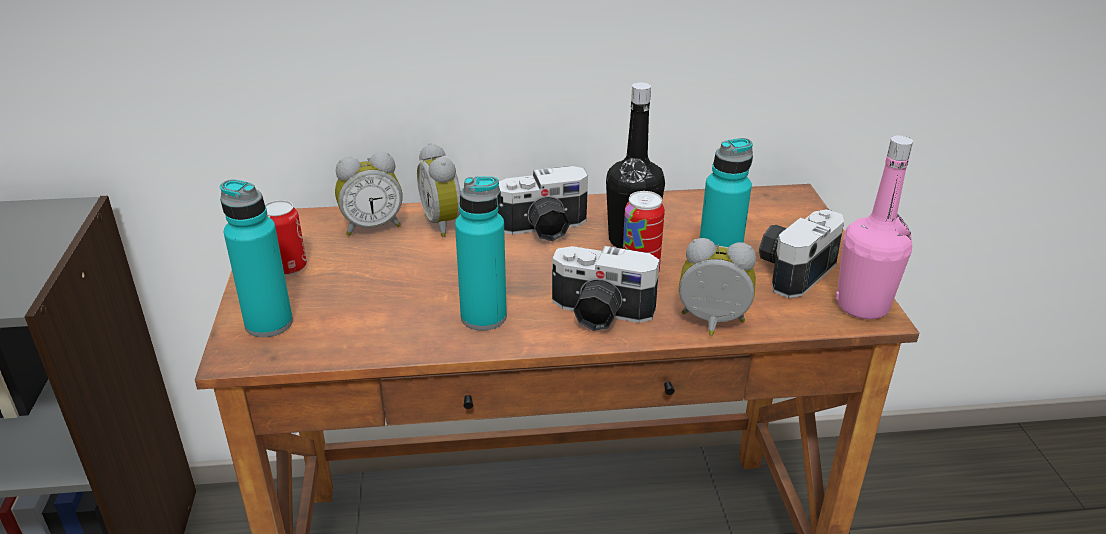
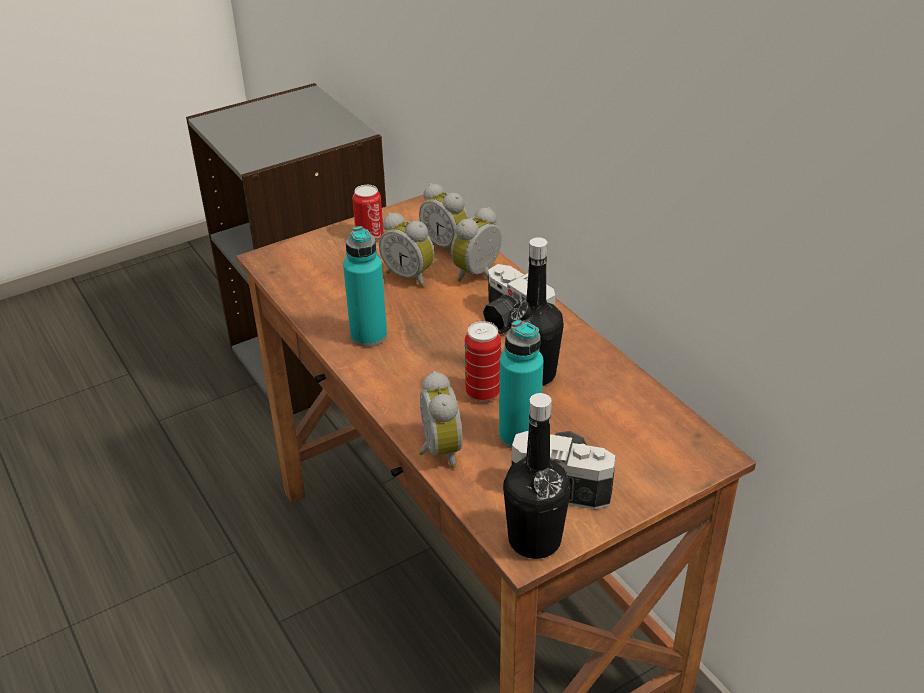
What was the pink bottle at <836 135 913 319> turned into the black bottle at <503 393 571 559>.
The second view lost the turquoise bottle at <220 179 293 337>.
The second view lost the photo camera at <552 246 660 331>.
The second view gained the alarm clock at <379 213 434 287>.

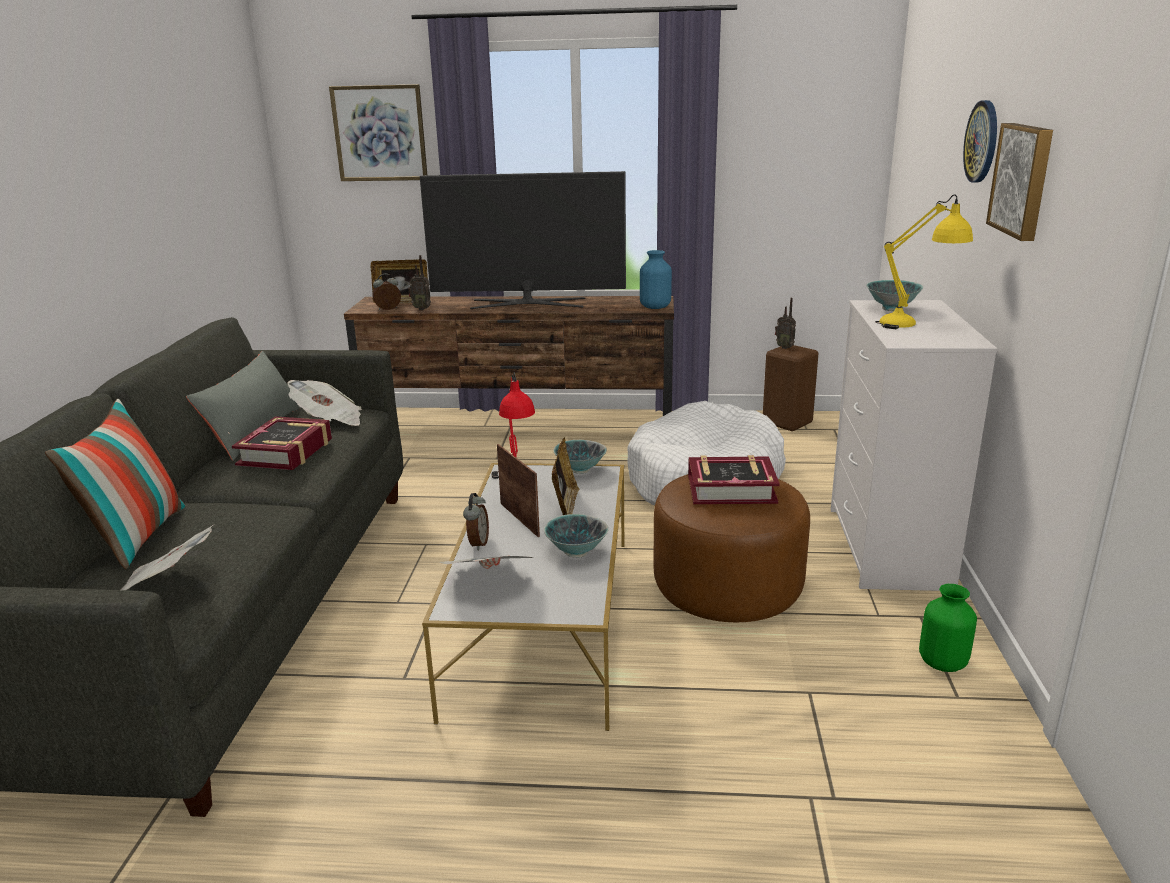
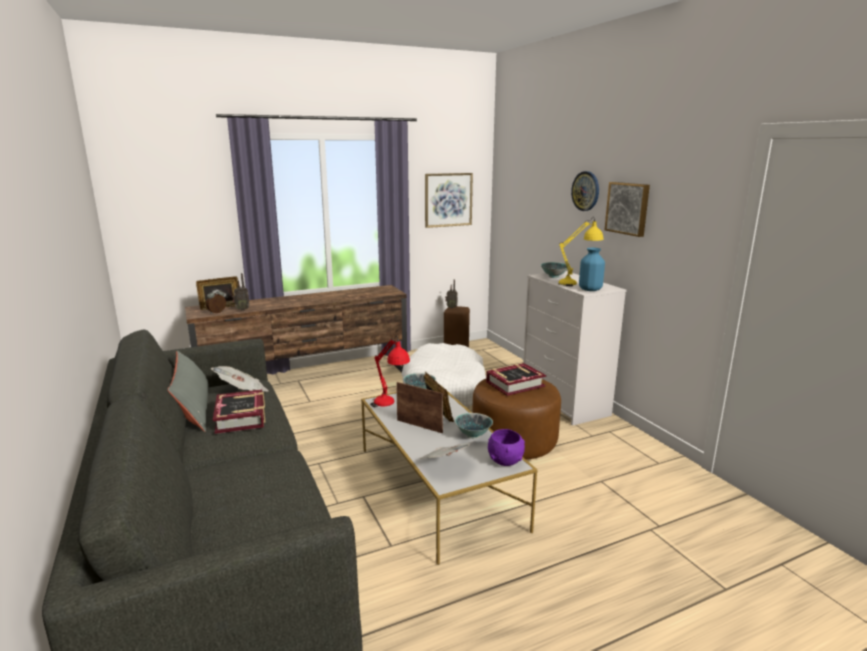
The picture ended up elsewhere, having gone from <329 84 427 181> to <425 173 473 228>.
The second view lost the television at <420 171 626 309>.
The blue vase ended up elsewhere, having gone from <640 250 672 309> to <579 248 605 291>.
The second view lost the pillow at <45 399 185 569>.
The second view lost the alarm clock at <463 493 489 550>.
The second view lost the newspaper at <120 524 215 590>.
The second view lost the green vase at <919 584 977 672>.
The second view gained the purple bowl at <488 429 525 466>.

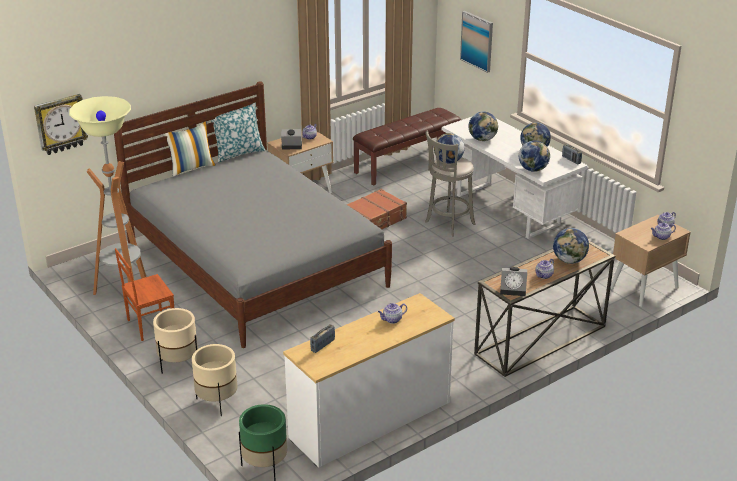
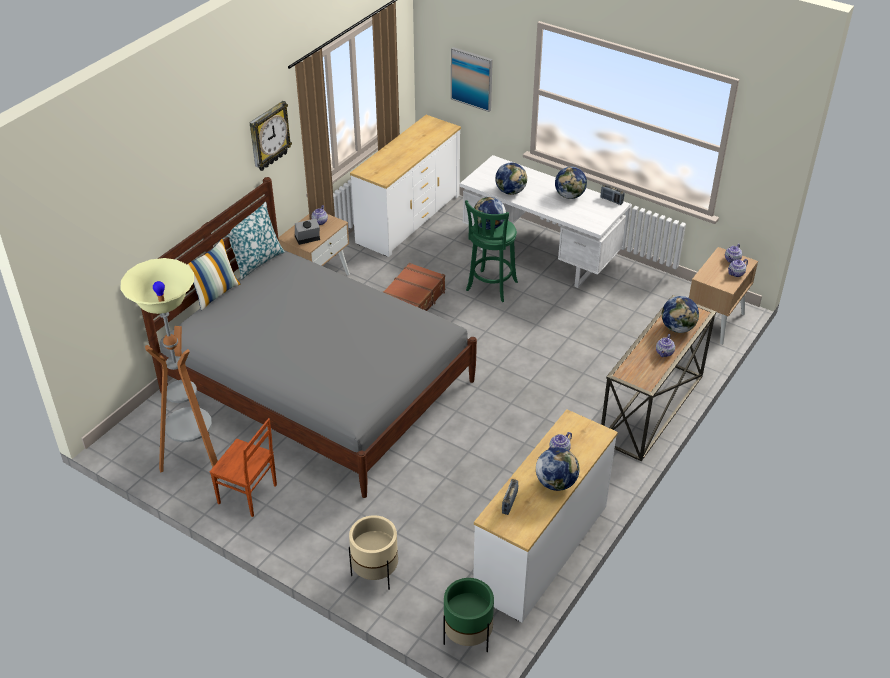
The wall clock ended up elsewhere, having gone from <34 94 88 155> to <250 101 292 171>.
Where the brown bench stood at <353 108 461 186>, the white dresser came to stand at <350 115 461 257>.
What was the grey stool at <425 131 475 236> turned into the green stool at <465 200 518 302>.
The globe ended up elsewhere, having gone from <519 141 550 172> to <536 447 580 491>.
The brown chair at <115 248 174 341> ended up facing another way, 105 degrees counterclockwise from before.
The second view lost the alarm clock at <500 267 527 296>.
The second view lost the beige planter at <153 308 198 374>.

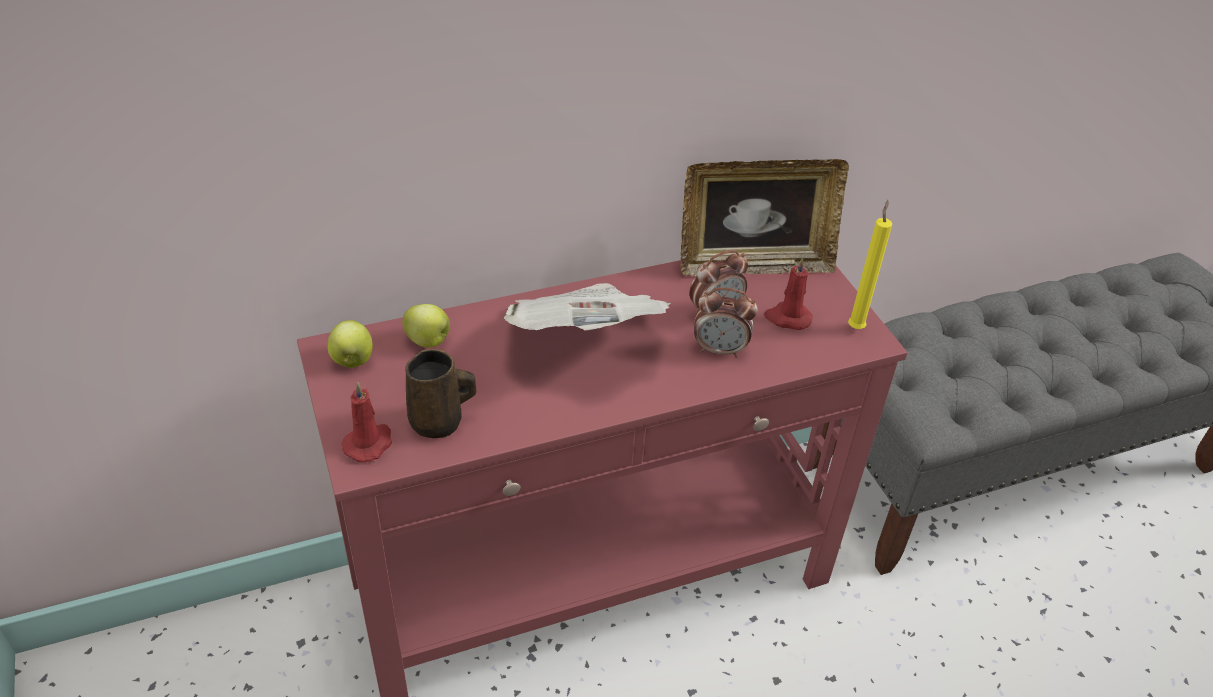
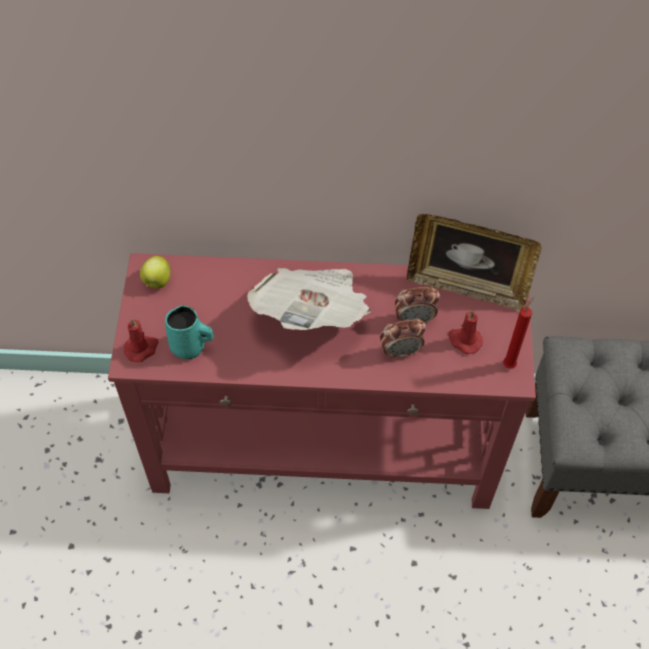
What was the yellow candle at <848 200 892 329> turned into the red candle at <503 297 535 369>.
The alarm clock at <694 287 758 358> ended up facing another way, 45 degrees counterclockwise from before.
The second view lost the apple at <402 304 450 347>.
What was the brown mug at <405 349 476 438> turned into the turquoise mug at <165 305 213 360>.

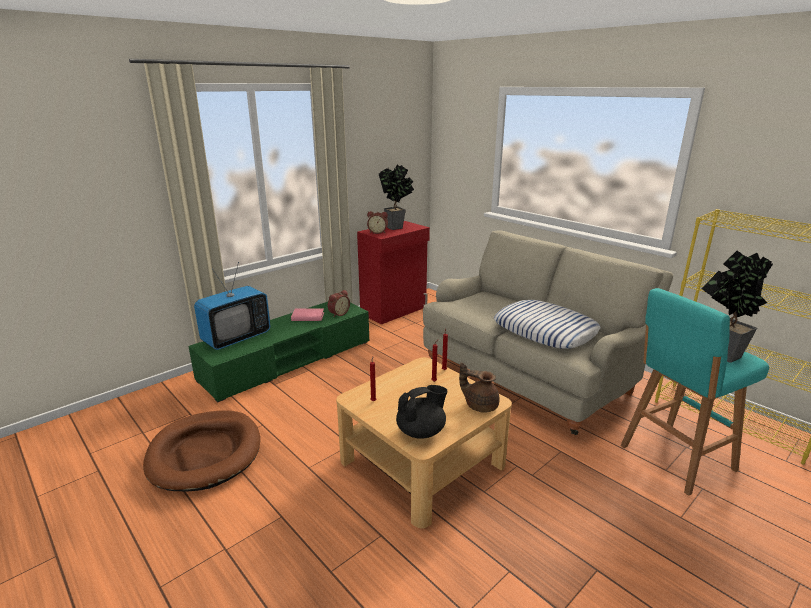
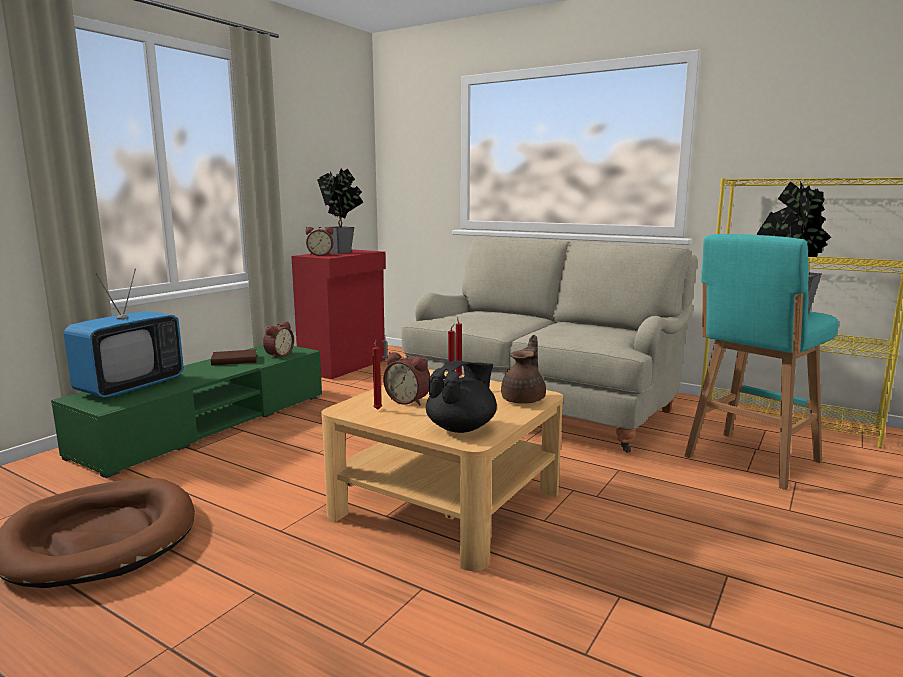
The second view lost the pillow at <494 300 601 349>.
What was the pink book at <291 308 324 321> turned into the brown book at <211 349 257 366>.
The brown teapot at <459 362 500 413> ended up facing another way, 105 degrees clockwise from before.
The second view gained the alarm clock at <383 352 430 406>.

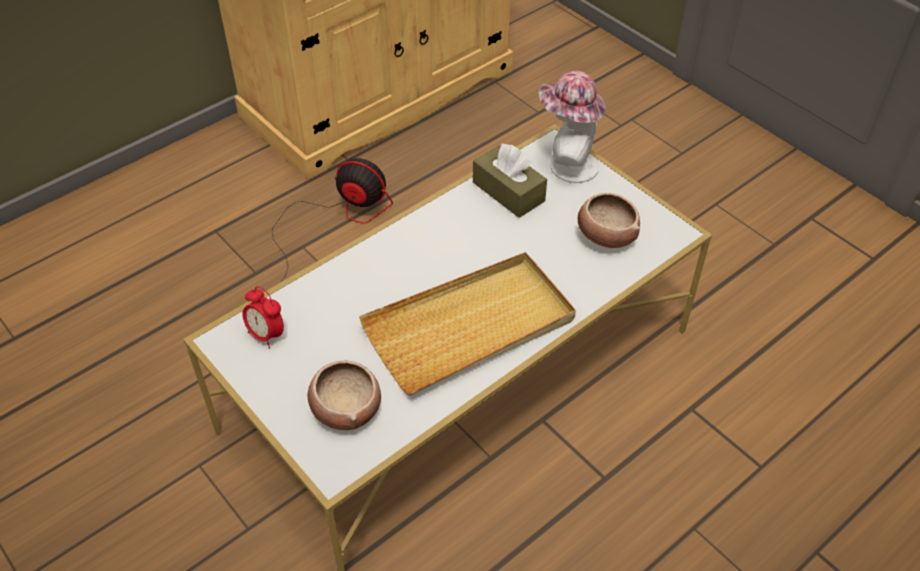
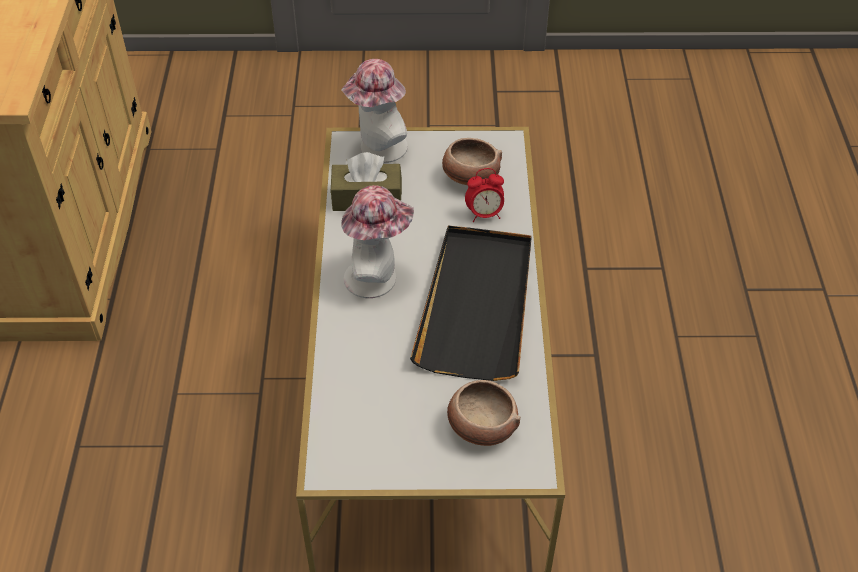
The second view lost the fan at <272 158 393 283>.
What was the beige tray at <359 252 576 396> turned into the black tray at <410 225 531 381>.
The alarm clock ended up elsewhere, having gone from <243 286 284 349> to <465 168 504 222>.
The second view gained the hat at <341 185 414 298>.

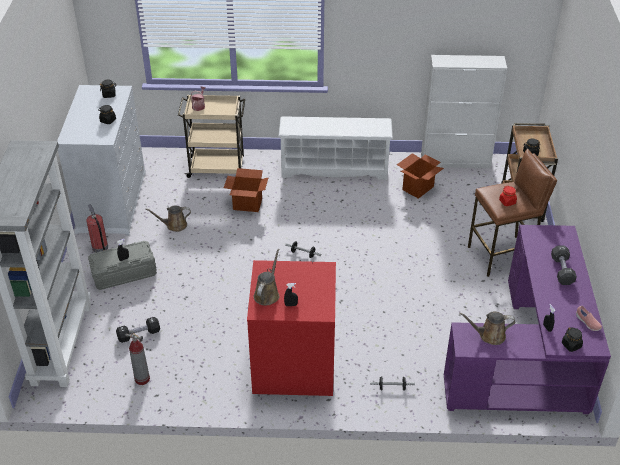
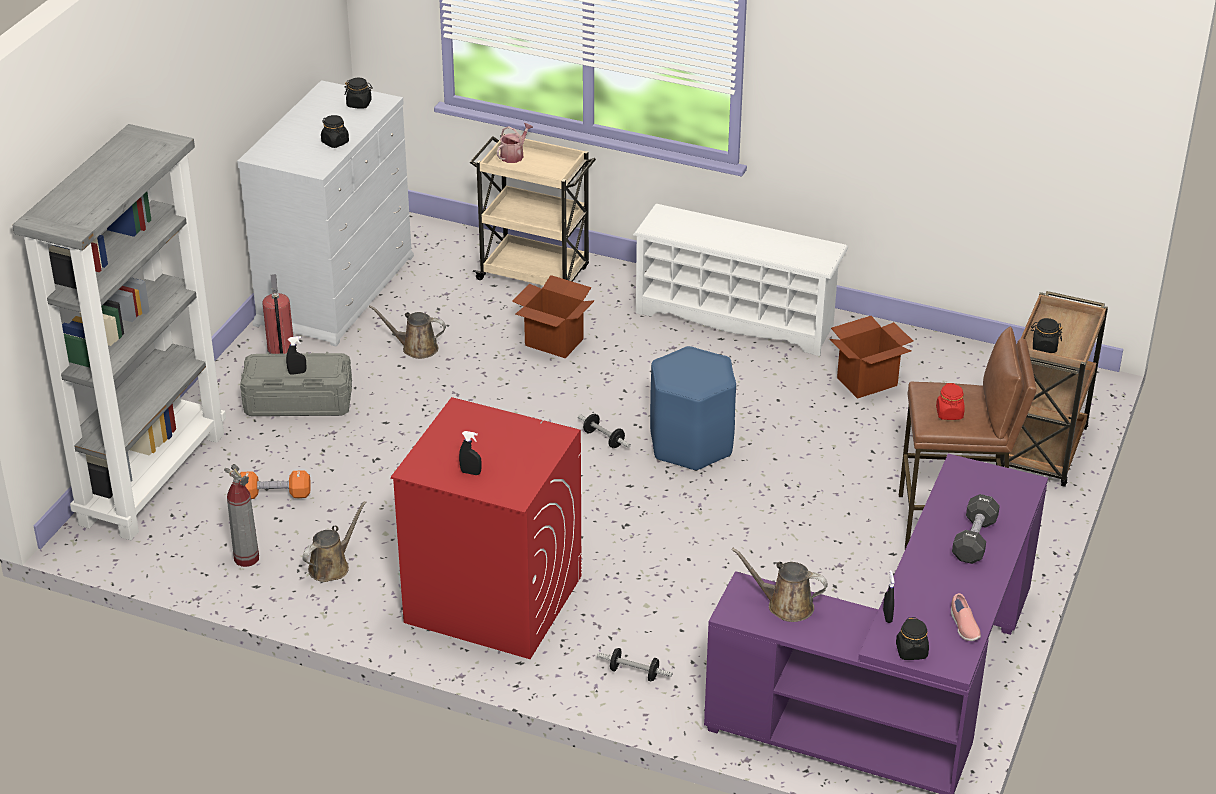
The second view lost the white cabinet at <421 55 507 168>.
The brown watering can ended up elsewhere, having gone from <254 249 279 306> to <303 501 367 582>.
What was the black dumbbell at <116 317 160 343> turned into the orange dumbbell at <240 470 311 499>.
The second view gained the blue stool at <650 346 736 471>.

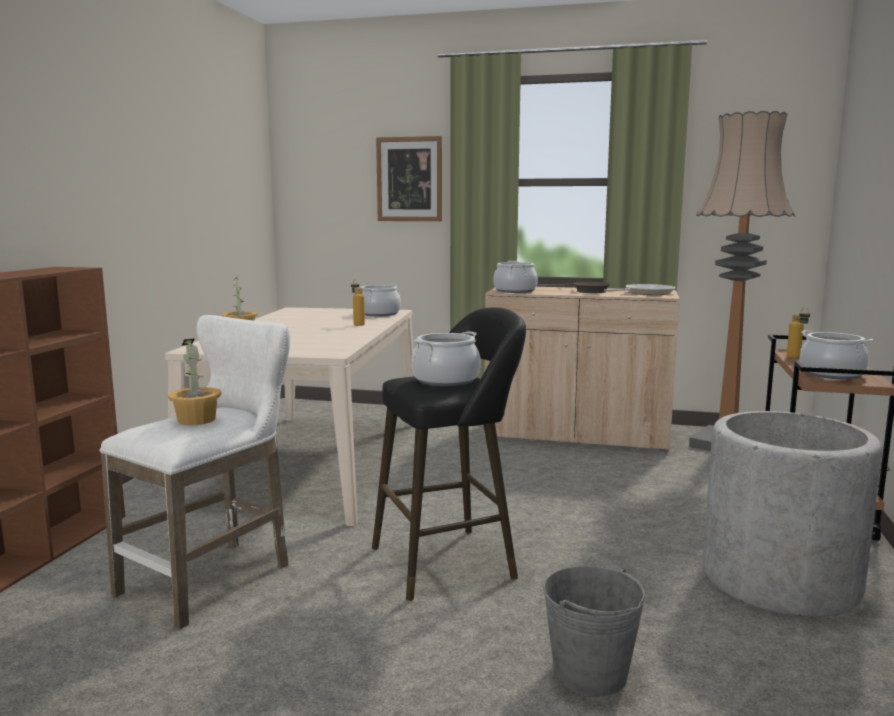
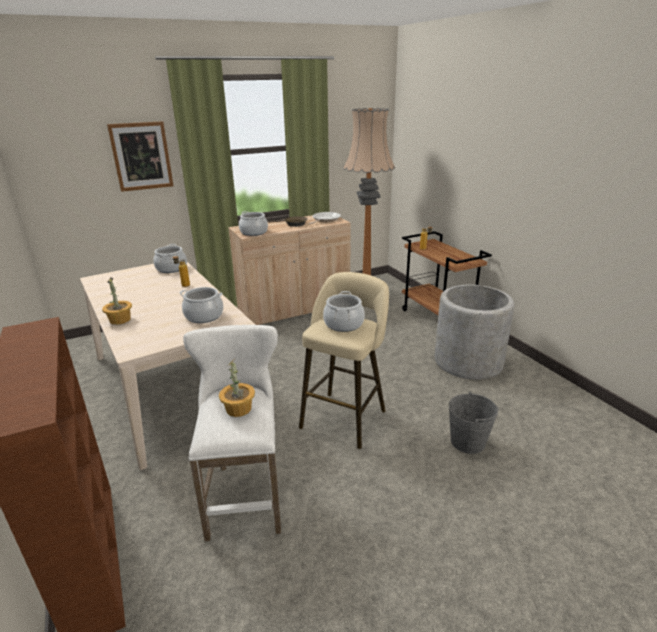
What was the black stool at <372 307 526 601> turned into the beige stool at <299 272 389 449>.
The cooking pot ended up elsewhere, having gone from <800 330 873 379> to <179 287 223 323>.

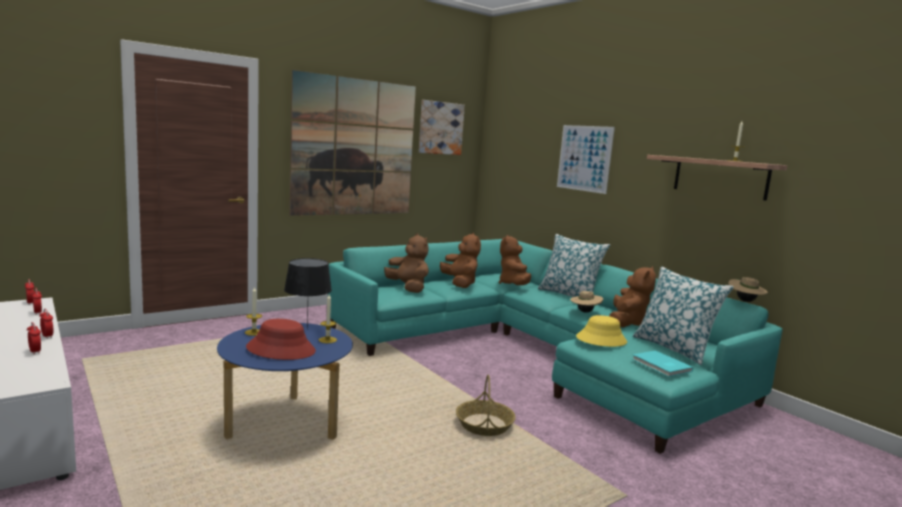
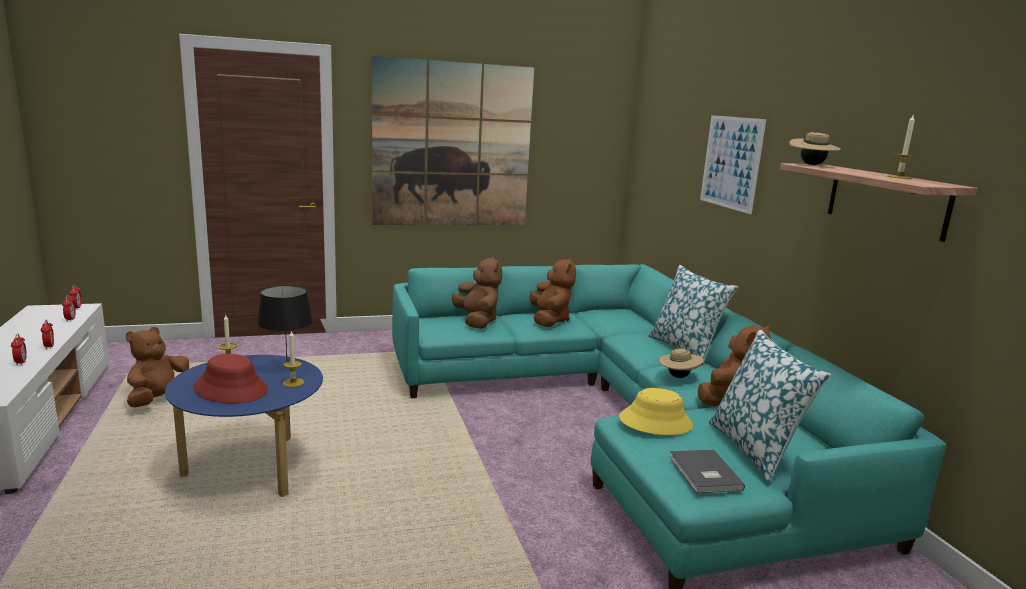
The second view lost the picture at <419 100 465 155>.
The brown plush toy ended up elsewhere, having gone from <499 235 531 285> to <126 327 189 407>.
The beige hat ended up elsewhere, having gone from <728 277 768 302> to <789 132 841 165>.
What was the turquoise book at <633 350 693 377> turned into the grey book at <670 450 745 493>.
The second view lost the basket at <456 375 516 436>.

